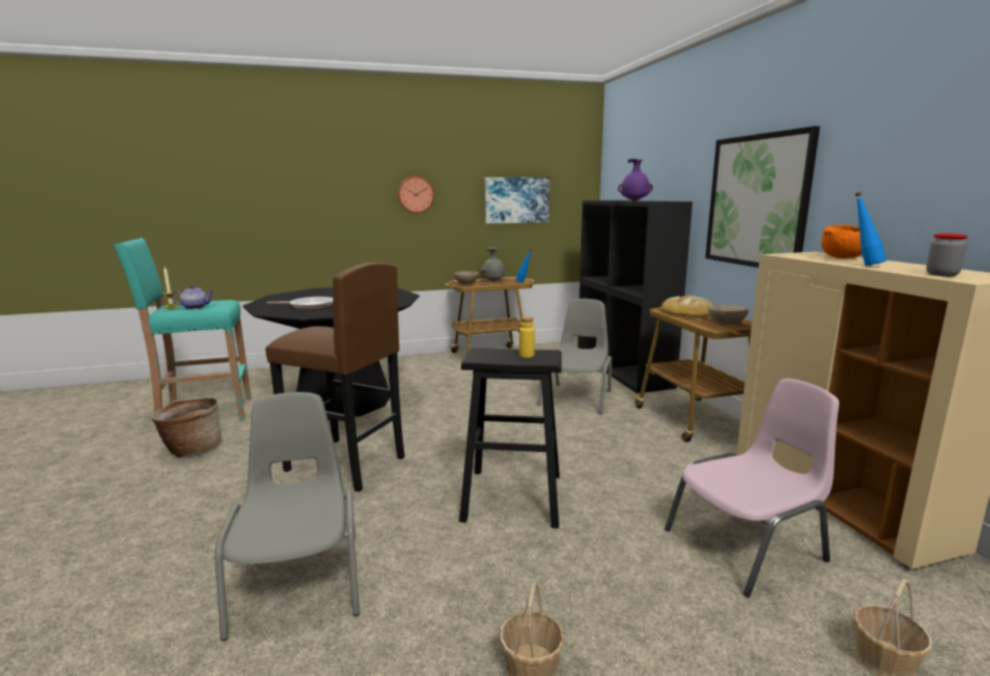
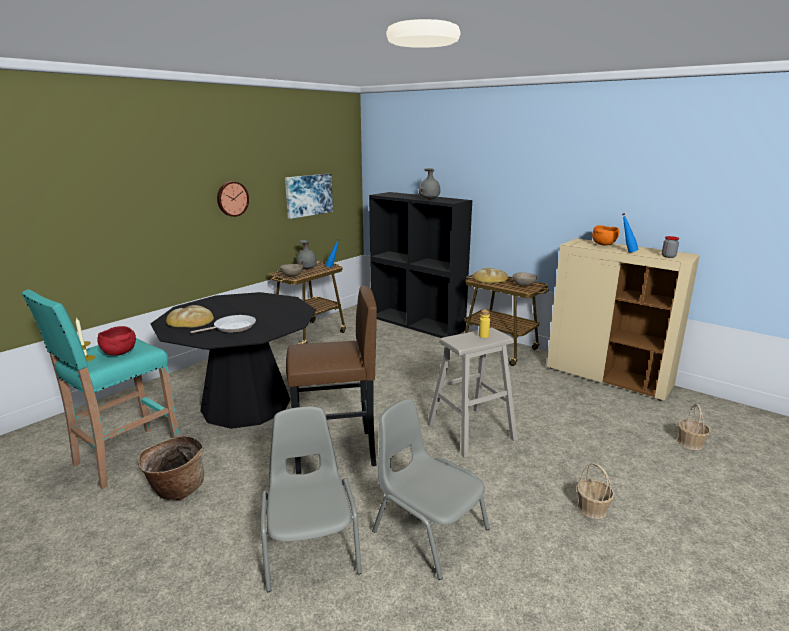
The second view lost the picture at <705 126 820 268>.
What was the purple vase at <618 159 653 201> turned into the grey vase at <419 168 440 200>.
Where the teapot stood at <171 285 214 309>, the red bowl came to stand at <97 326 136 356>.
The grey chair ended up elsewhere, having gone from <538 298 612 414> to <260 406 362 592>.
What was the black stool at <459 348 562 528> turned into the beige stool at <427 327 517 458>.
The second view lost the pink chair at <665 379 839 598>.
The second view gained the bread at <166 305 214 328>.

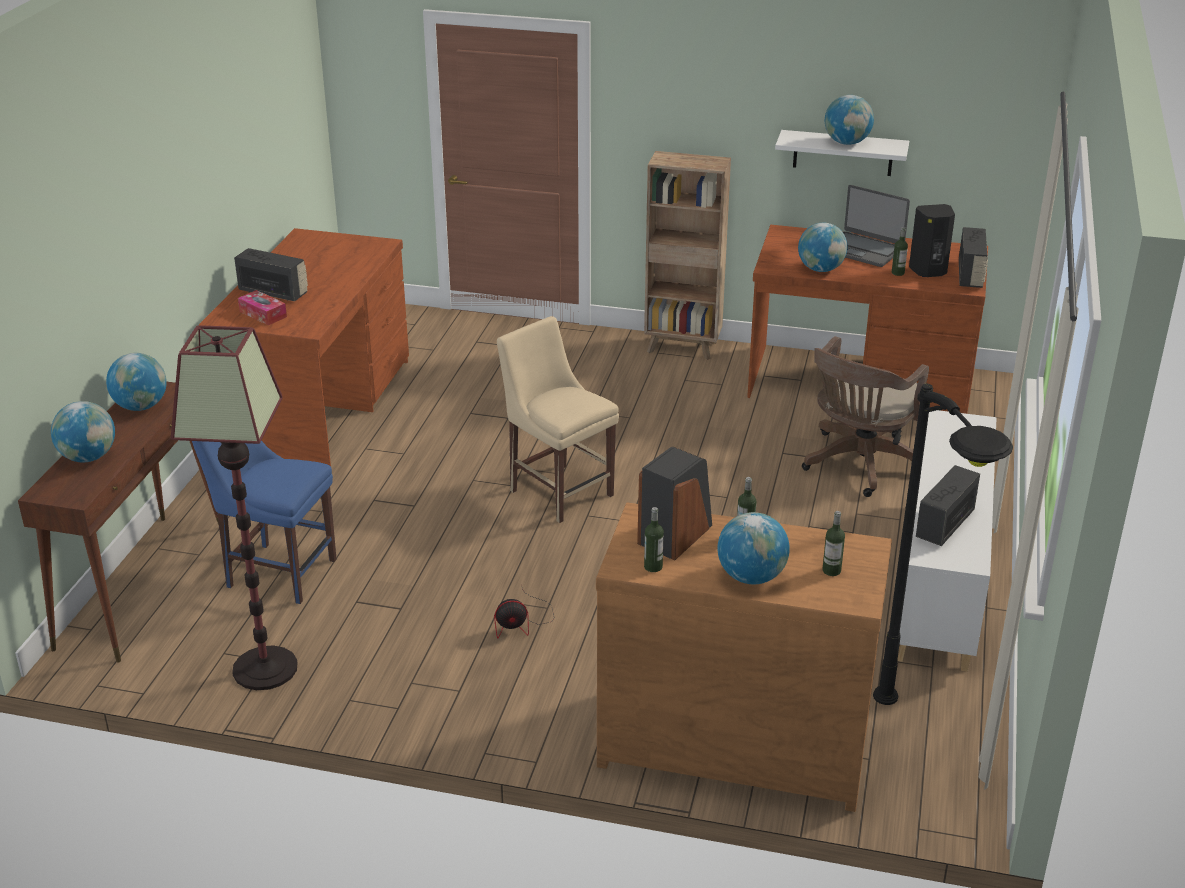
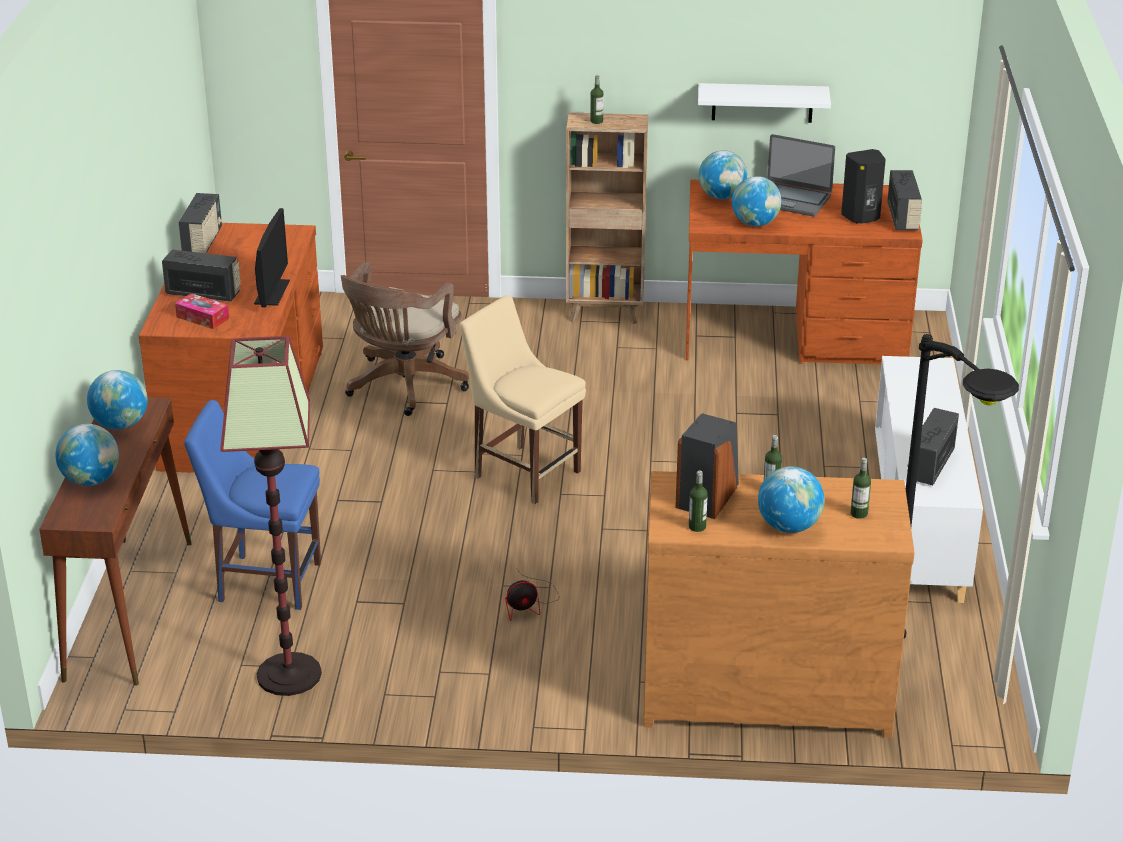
The globe ended up elsewhere, having gone from <825 95 874 145> to <699 150 747 199>.
The bottle ended up elsewhere, having gone from <892 227 908 276> to <590 75 604 124>.
The brown office chair ended up elsewhere, having gone from <802 336 929 497> to <341 262 469 416>.
The second view gained the radio at <179 193 223 253>.
The second view gained the monitor at <254 208 290 308>.

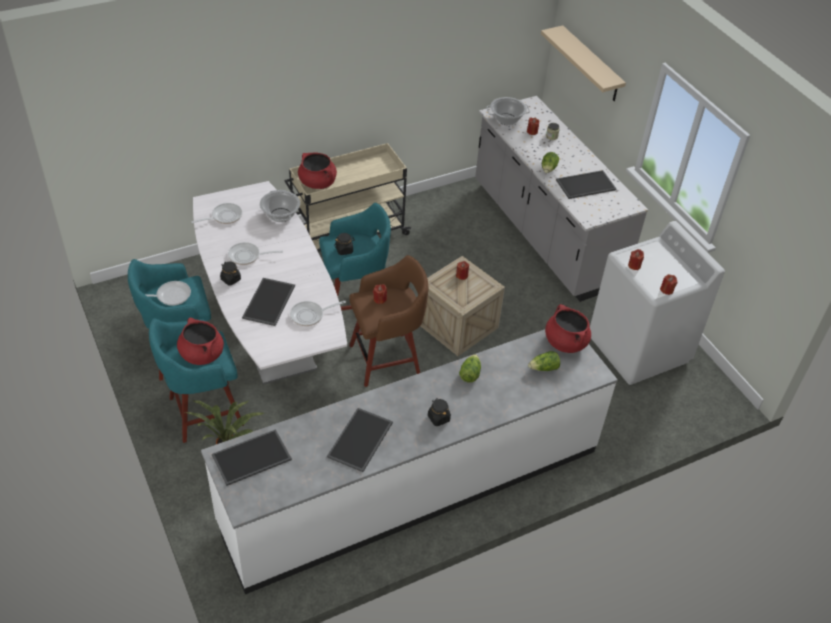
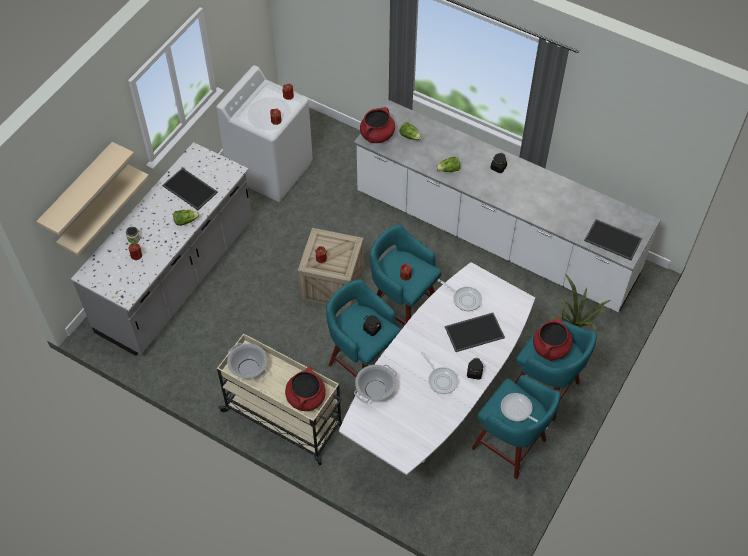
The cooking pot ended up elsewhere, having gone from <486 97 530 125> to <227 343 267 381>.
The second view lost the frying pan at <191 203 242 224>.
What was the brown stool at <349 255 428 387> turned into the turquoise stool at <370 224 442 325>.
The second view lost the tray at <327 408 393 472>.
The second view gained the beige shelf at <56 165 149 255>.

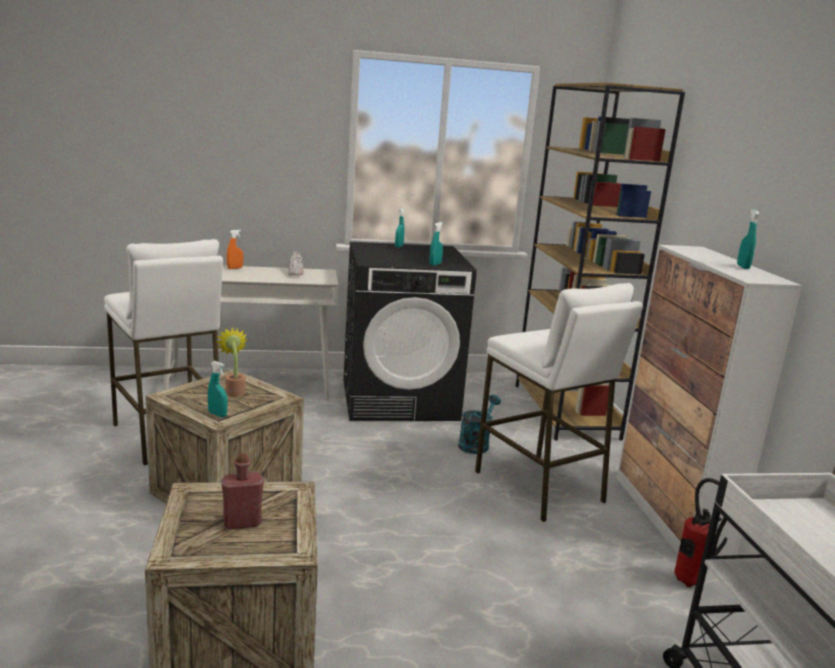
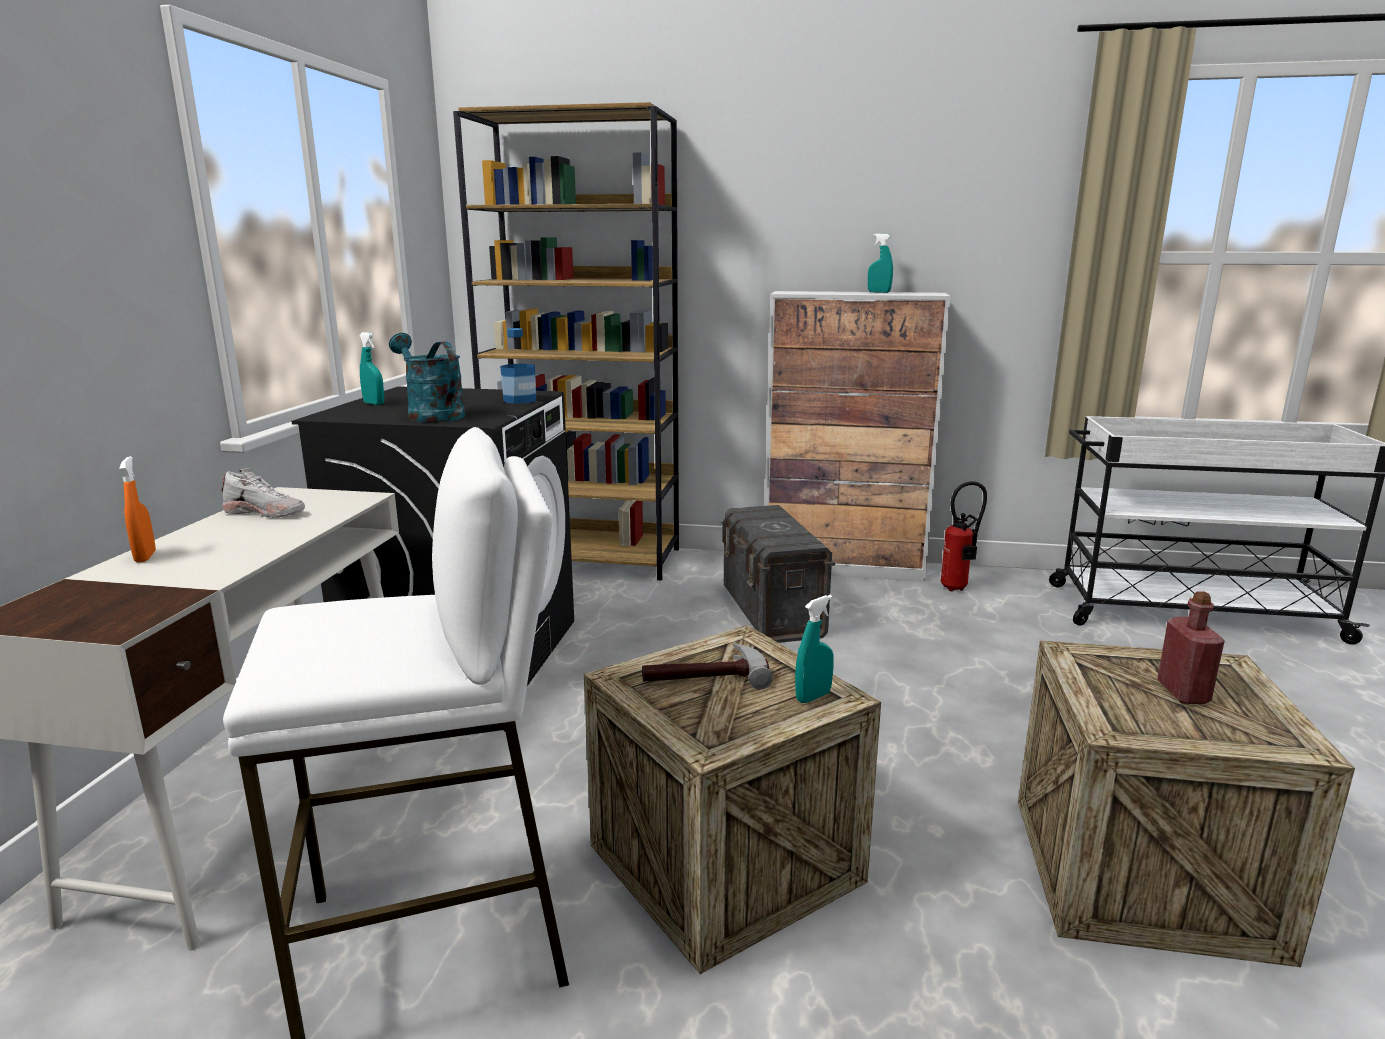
Where the turquoise spray bottle stood at <429 222 443 265>, the bottle came to stand at <500 328 536 404>.
Where the white stool stood at <475 283 643 522>, the grey storage box came to stand at <721 505 835 643>.
Where the potted plant stood at <216 327 247 397>, the hammer came to stand at <642 643 773 690>.
The turquoise watering can ended up elsewhere, having gone from <458 395 501 454> to <389 333 465 422>.

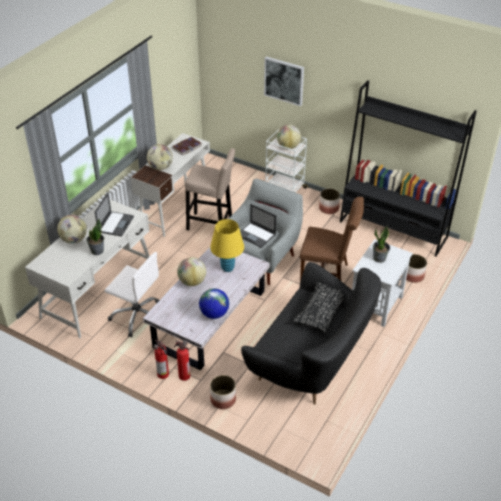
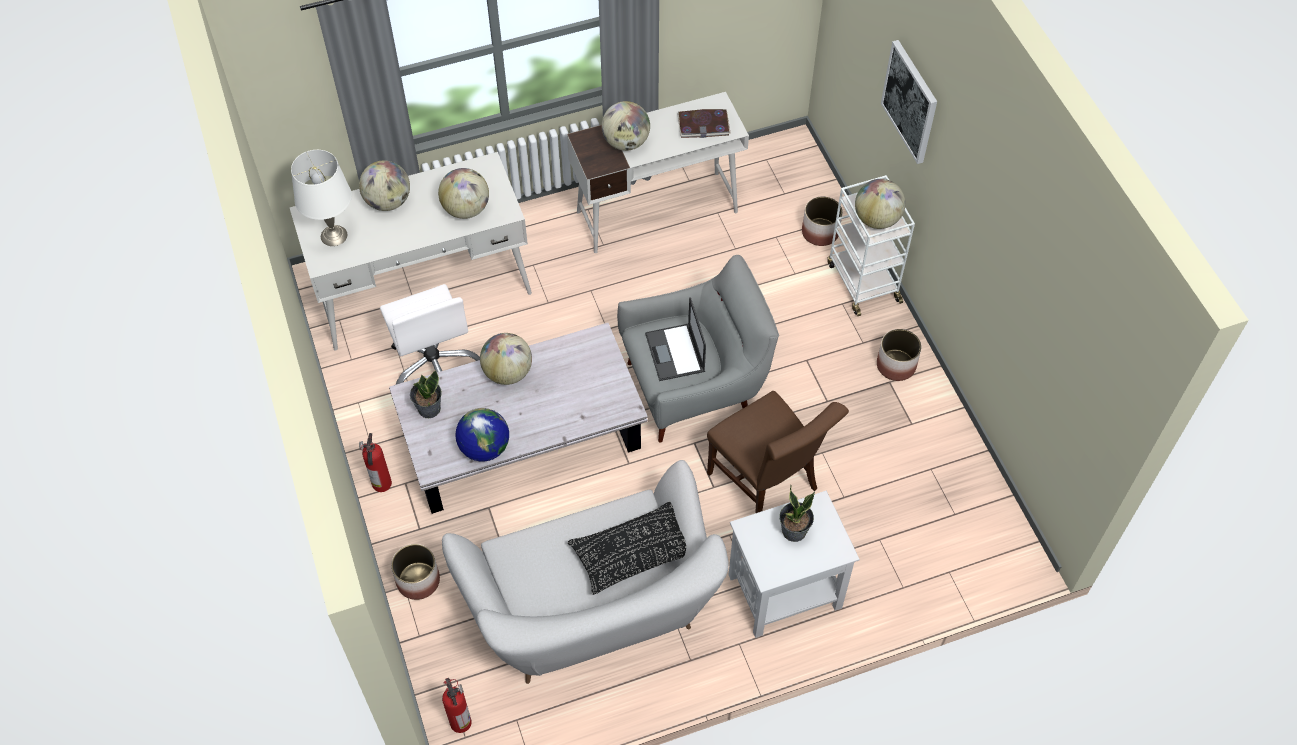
The second view lost the black bookcase at <340 80 477 257>.
The second view lost the beige stool at <185 148 235 230>.
Where the laptop stood at <95 192 134 237>, the globe came to stand at <438 168 489 219>.
The potted plant ended up elsewhere, having gone from <86 219 104 255> to <410 371 442 418>.
The second view lost the yellow table lamp at <210 219 244 272>.
The planter ended up elsewhere, having gone from <406 254 427 283> to <802 196 843 246>.
What was the black sofa at <241 262 381 405> turned into the white sofa at <442 460 729 684>.
The fire extinguisher ended up elsewhere, having gone from <174 340 190 381> to <442 678 472 733>.
The second view gained the white table lamp at <291 150 352 246>.

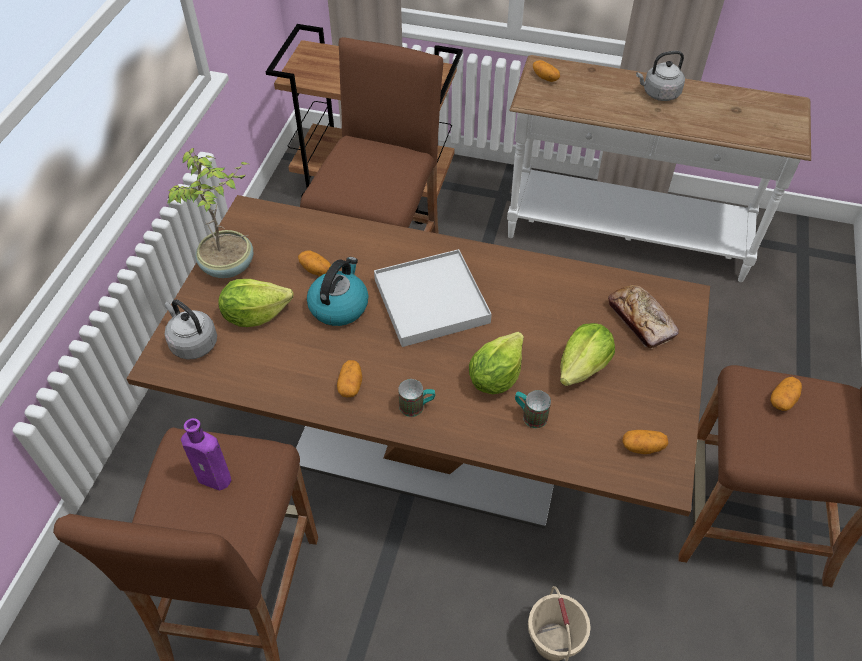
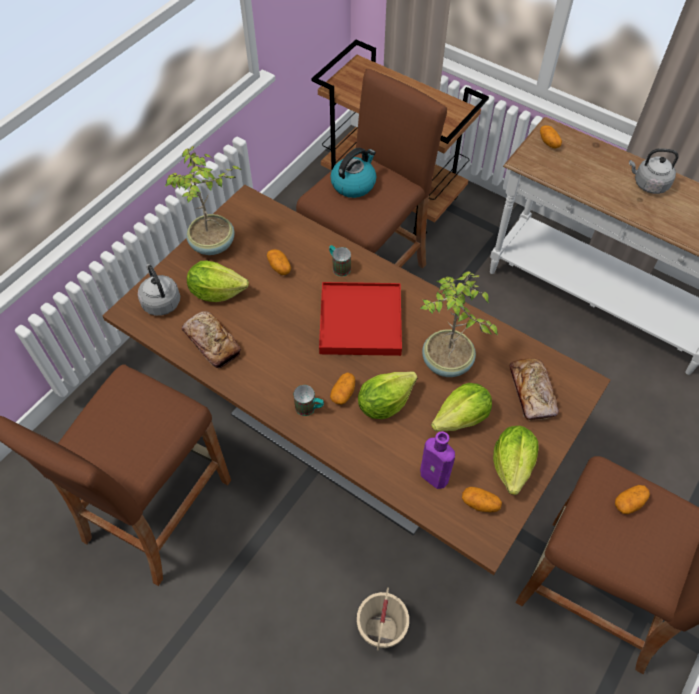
What was the white tray at <374 249 492 347> turned into the red tray at <319 282 402 356>.
The kettle ended up elsewhere, having gone from <307 257 368 326> to <330 148 376 198>.
The potato ended up elsewhere, having gone from <337 360 362 398> to <330 372 355 405>.
The mug ended up elsewhere, having gone from <515 390 551 428> to <329 245 351 277>.
The purple bottle ended up elsewhere, having gone from <181 418 231 490> to <420 431 455 491>.
The second view gained the potted plant at <420 271 498 377>.
The second view gained the bread at <182 311 241 368>.
The second view gained the lettuce at <493 426 539 495>.

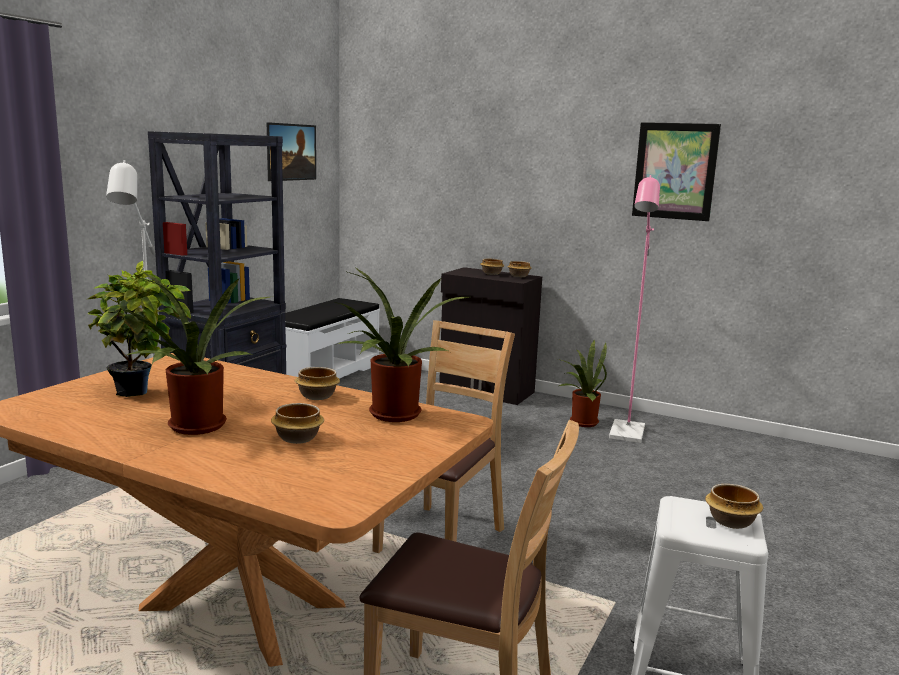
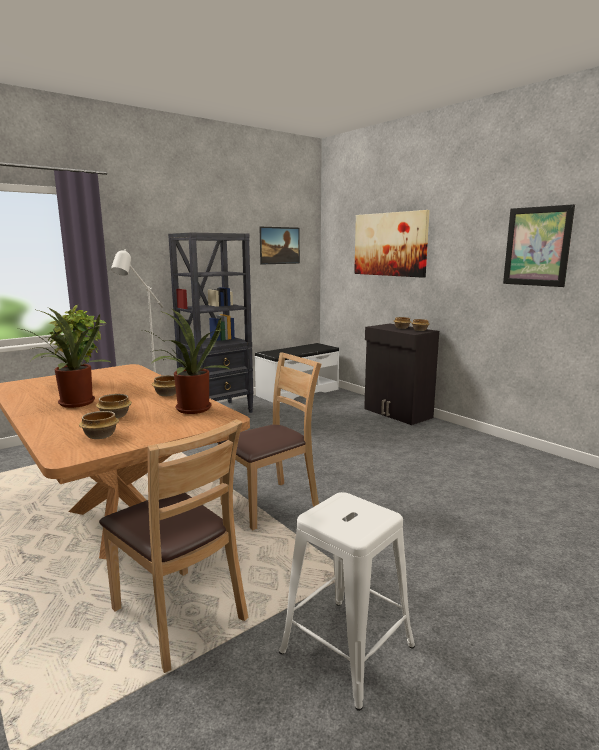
The second view lost the pink floor lamp at <609 175 660 443>.
The second view lost the potted plant at <558 340 607 427>.
The bowl ended up elsewhere, having gone from <705 484 763 529> to <79 411 119 439>.
The second view gained the picture at <354 210 430 278>.

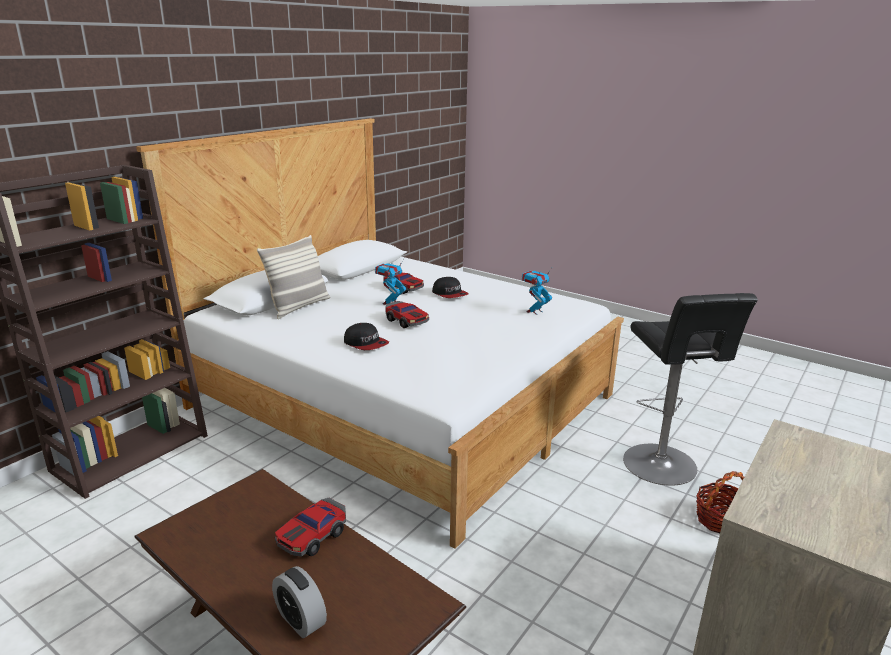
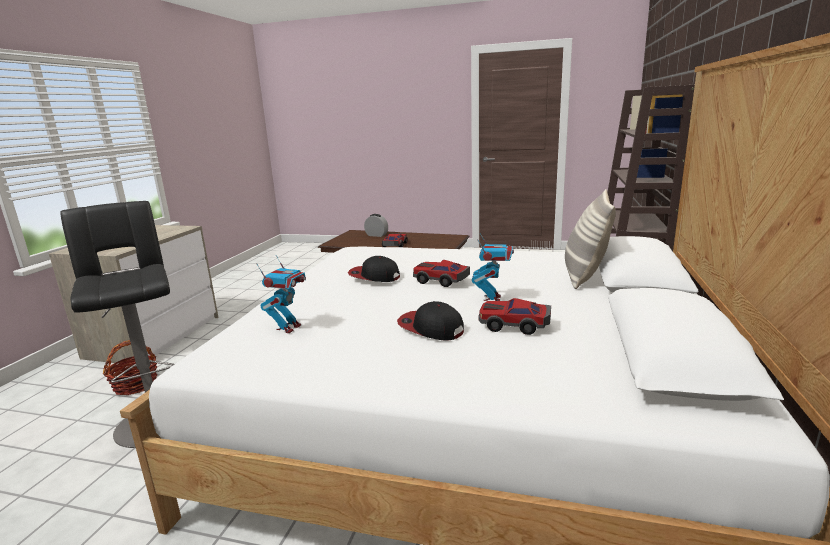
The cap ended up elsewhere, having gone from <344 323 389 350> to <348 256 400 282>.

